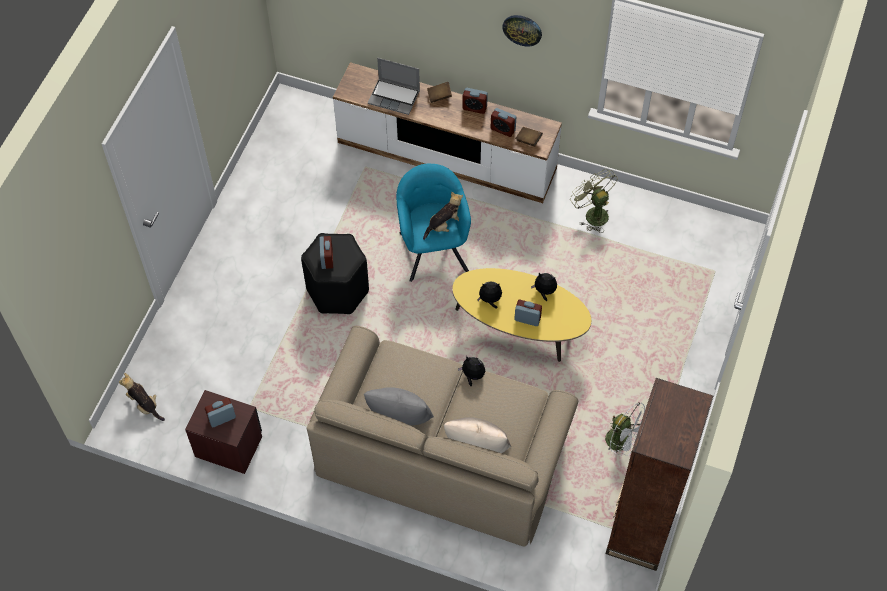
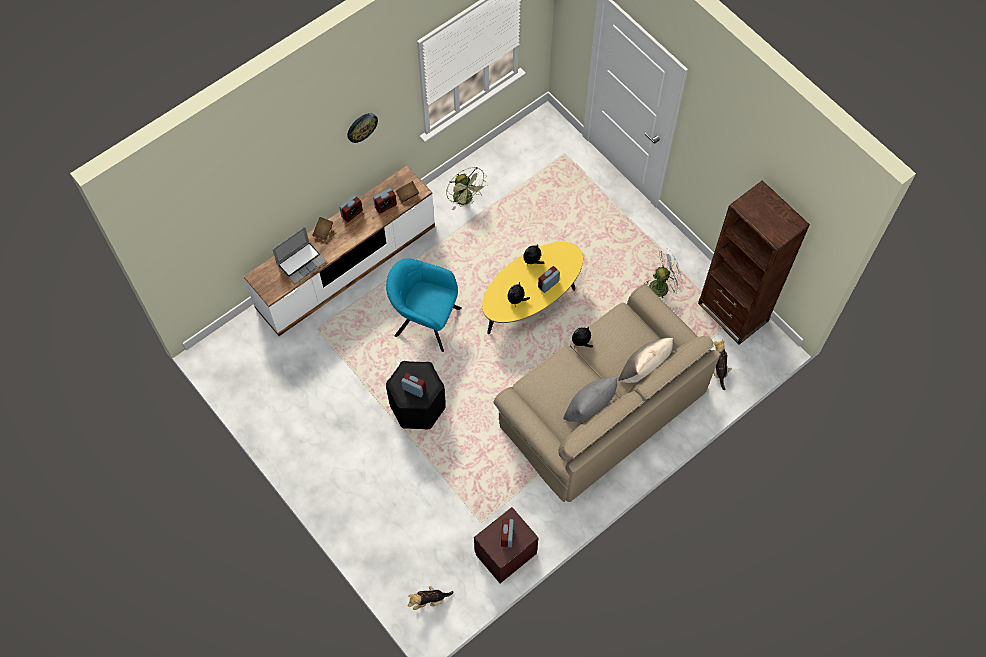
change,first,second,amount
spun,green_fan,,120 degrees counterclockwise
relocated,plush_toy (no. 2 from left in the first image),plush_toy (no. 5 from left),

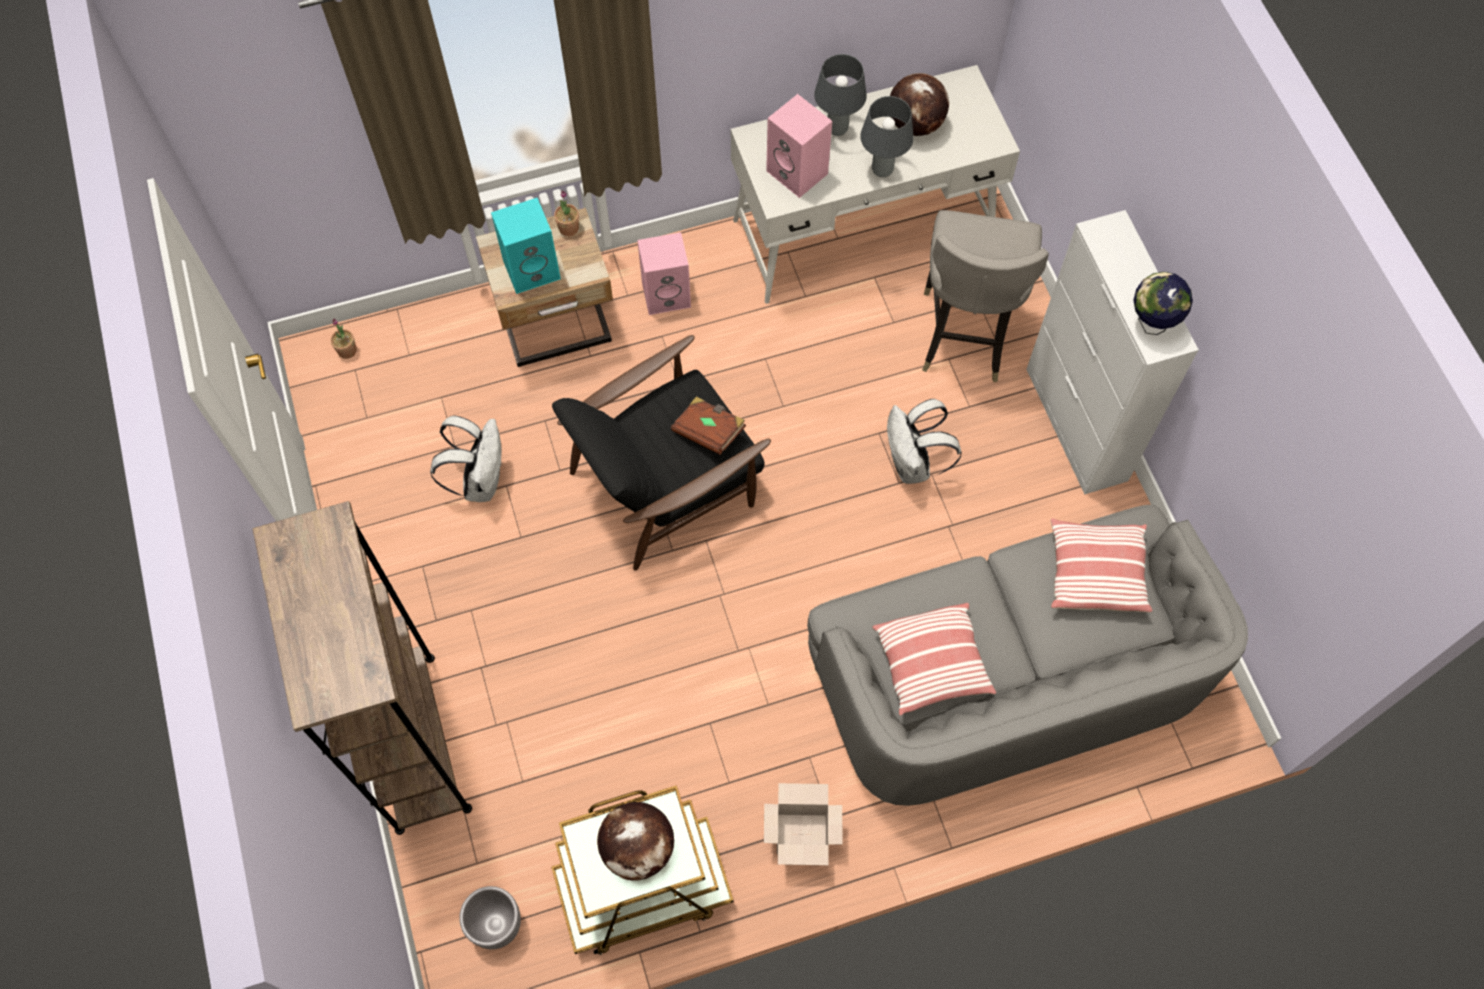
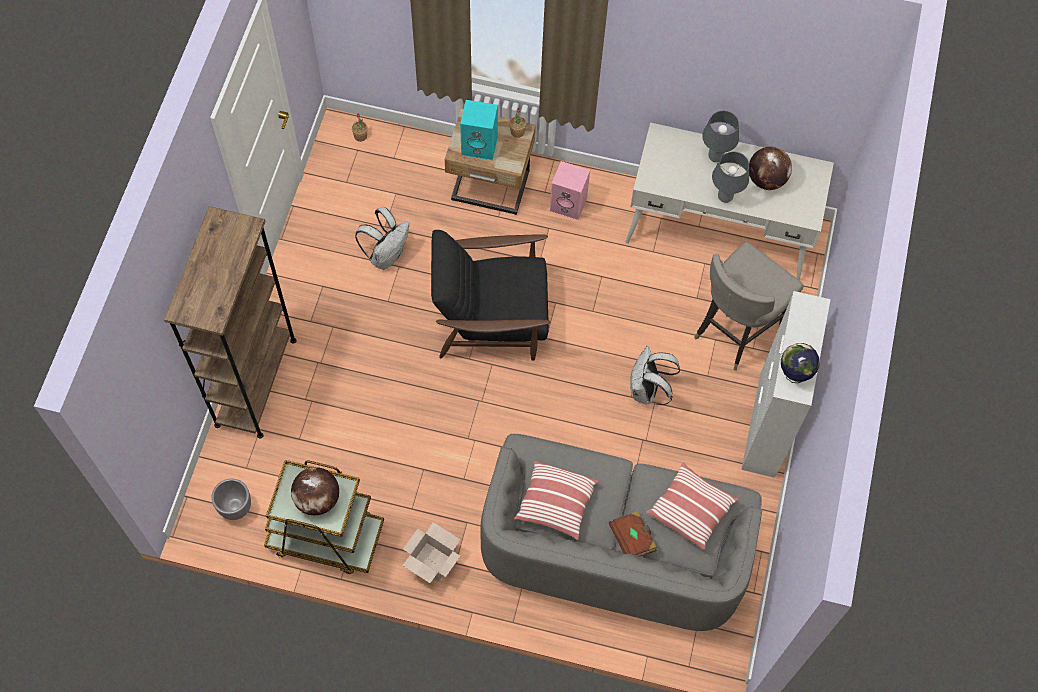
change,first,second,amount
missing,pink_speaker (no. 2 from left),,
relocated,brown_book,,

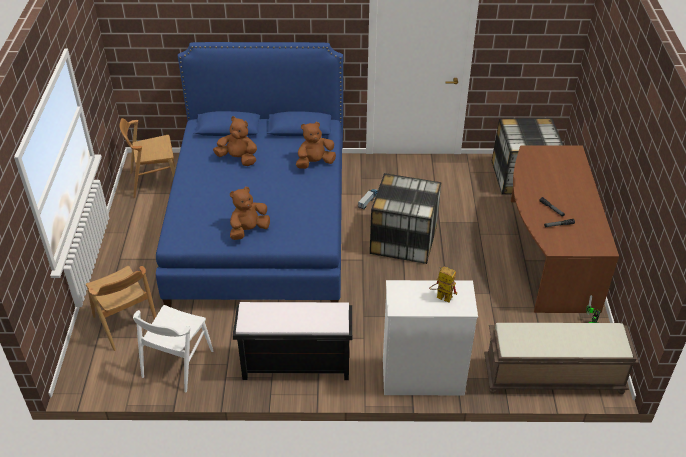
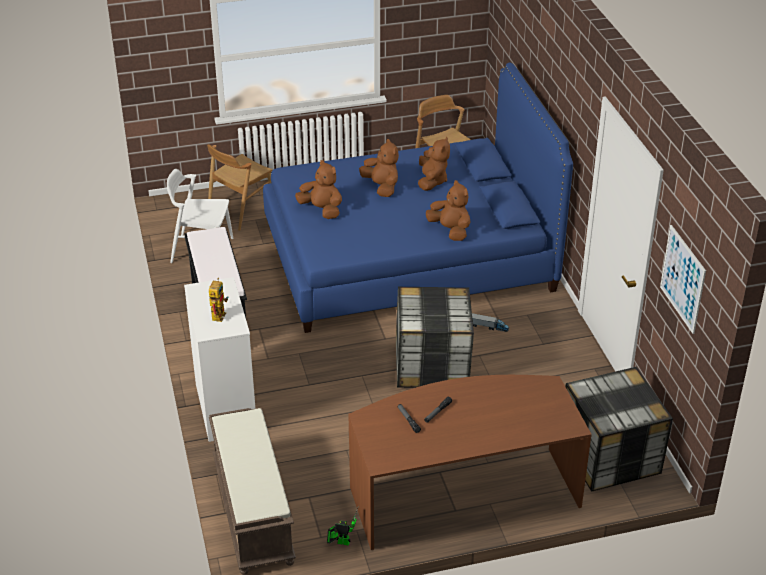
change,first,second,amount
appeared,,brown_plush_toy (no. 2 from left),
appeared,,picture,

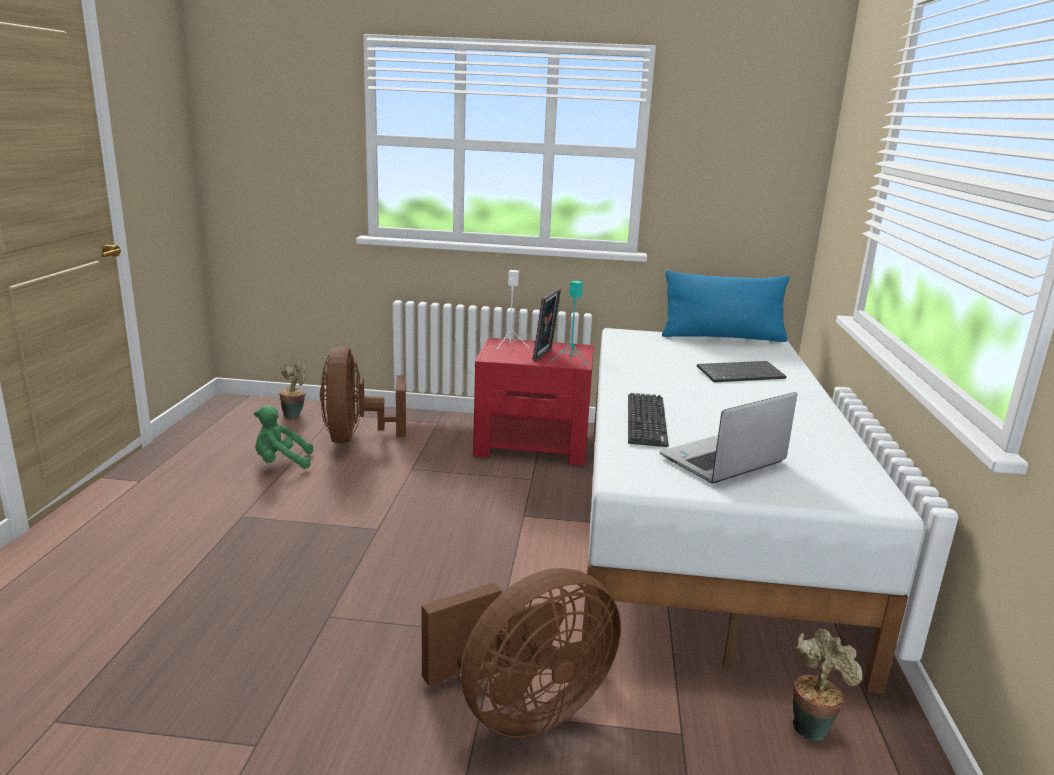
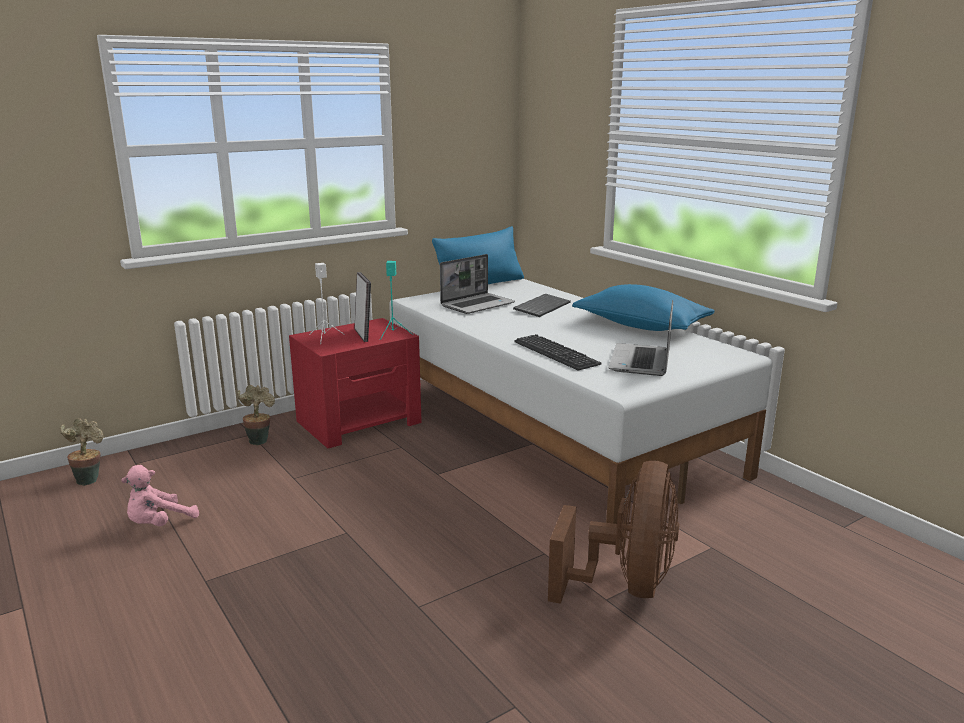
change,first,second,amount
missing,brown_fan (no. 1 from left),,
colour,green_plush_toy,pink_plush_toy,
relocated,potted_plant (no. 2 from left),,
appeared,,laptop (no. 1 from left),
appeared,,blue_pillow (no. 2 from left),

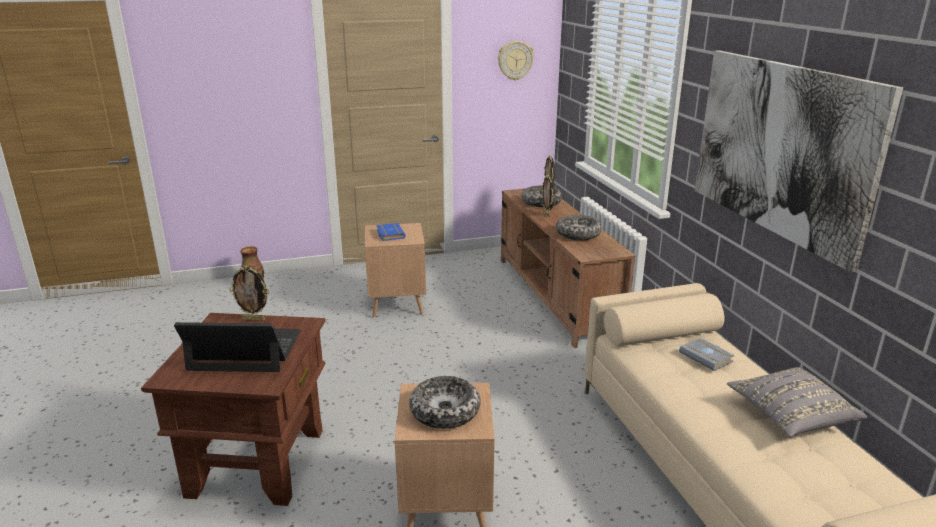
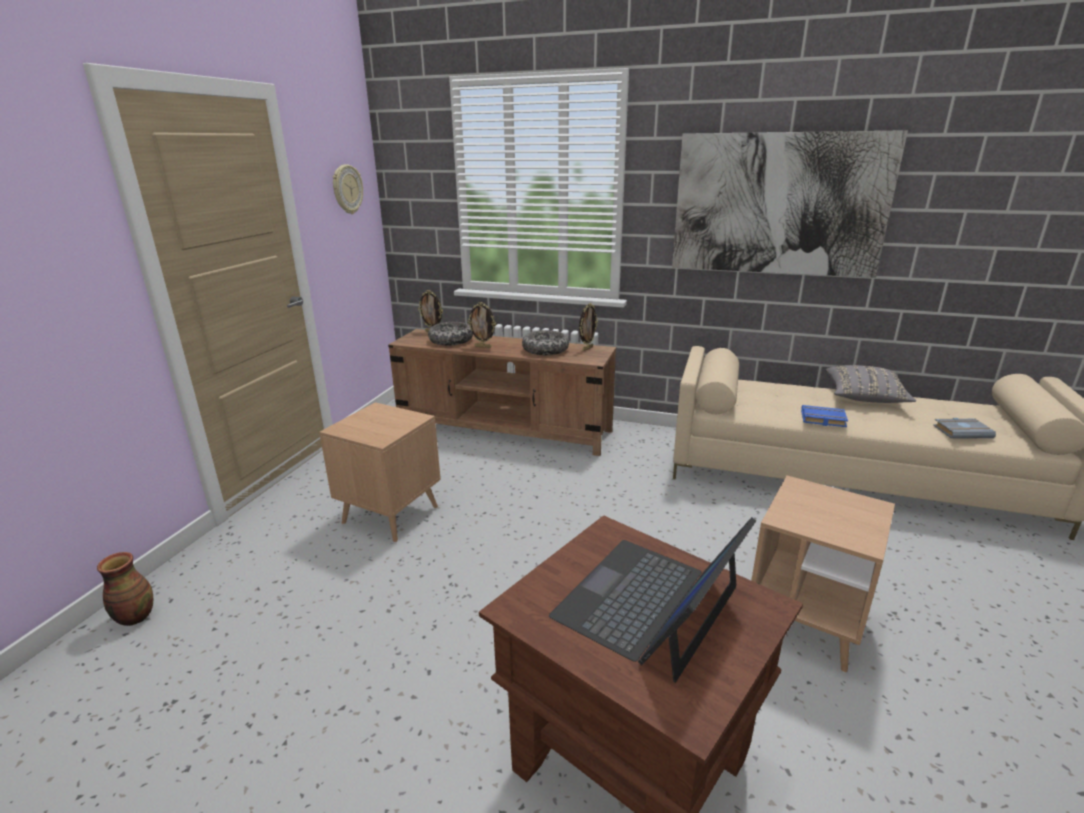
change,first,second,amount
relocated,blue_book,,
relocated,picture_frame (no. 1 from left in the first image),picture_frame (no. 3 from left),
relocated,grey_book,,
missing,bowl (no. 1 from left),,

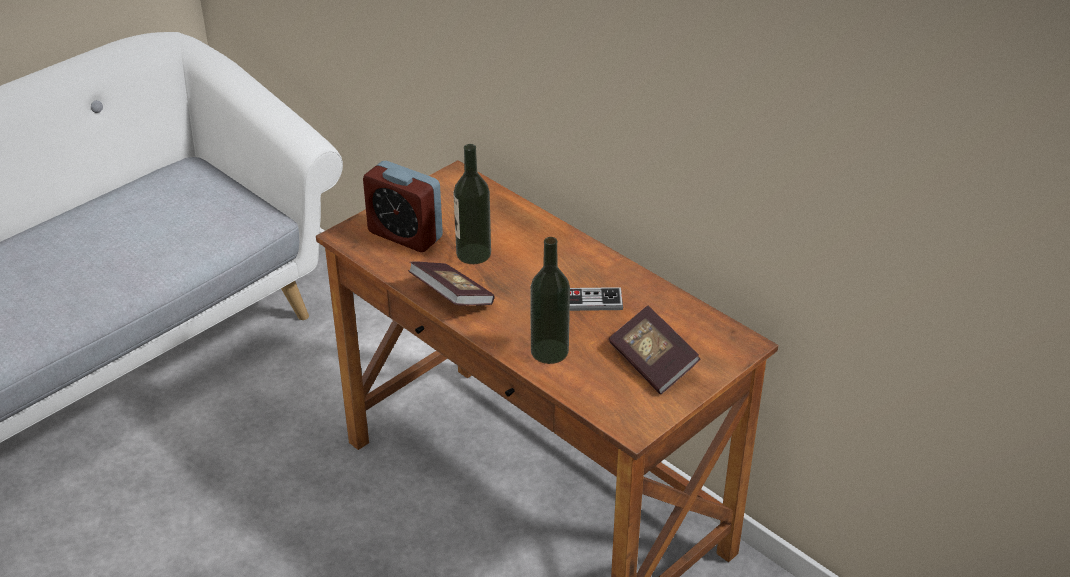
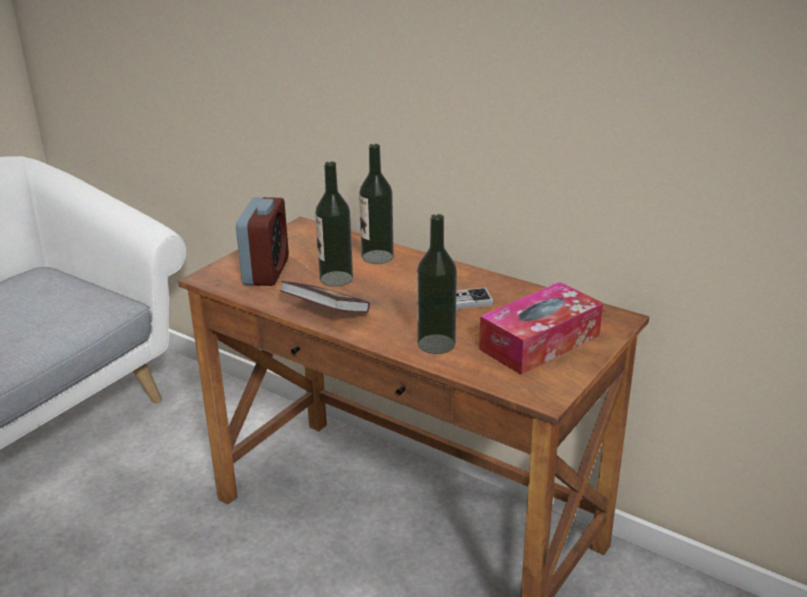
change,first,second,amount
spun,alarm_clock,,105 degrees counterclockwise
exchanged,book (no. 2 from left),tissue_box,
appeared,,bottle (no. 2 from left),

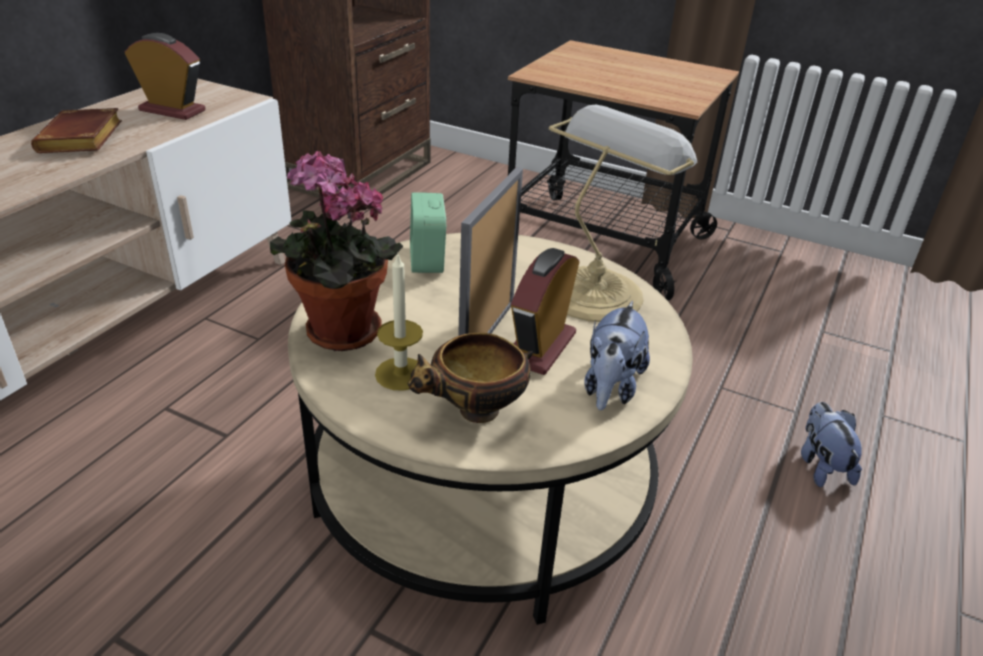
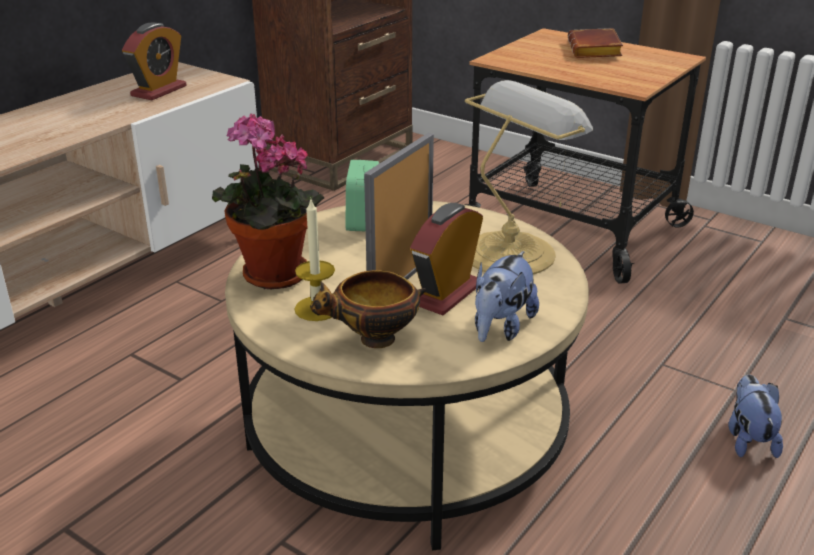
change,first,second,amount
spun,alarm_clock (no. 1 from left),,90 degrees clockwise
relocated,brown_book,,

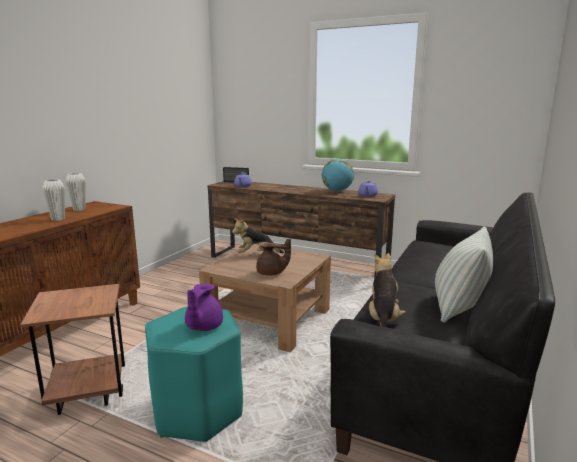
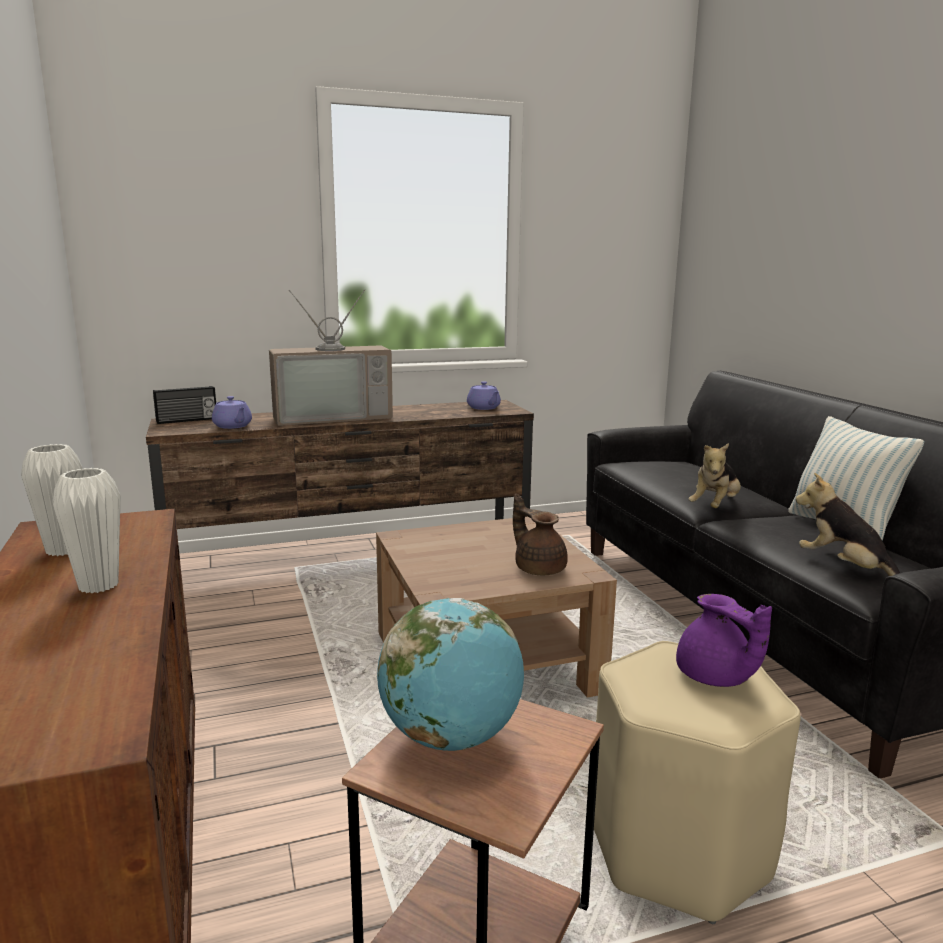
change,first,second,amount
relocated,globe,,
relocated,plush_toy (no. 1 from left),,
spun,brown_teapot,,90 degrees counterclockwise
colour,turquoise_stool,beige_stool,
appeared,,television,

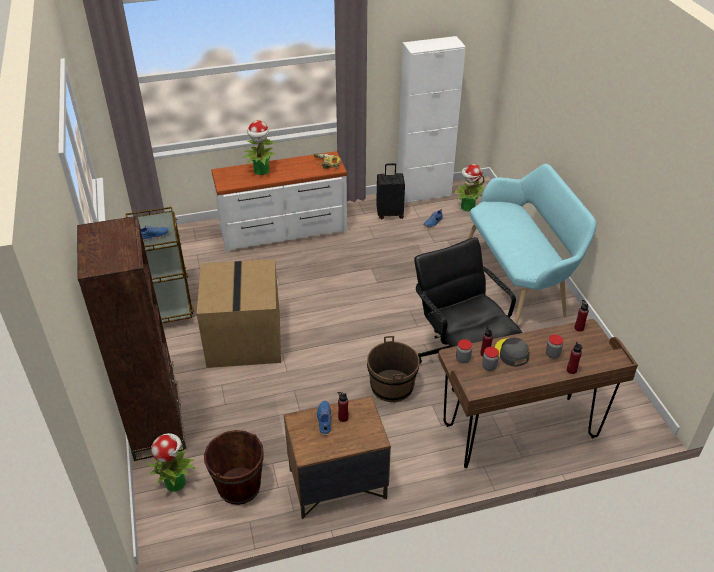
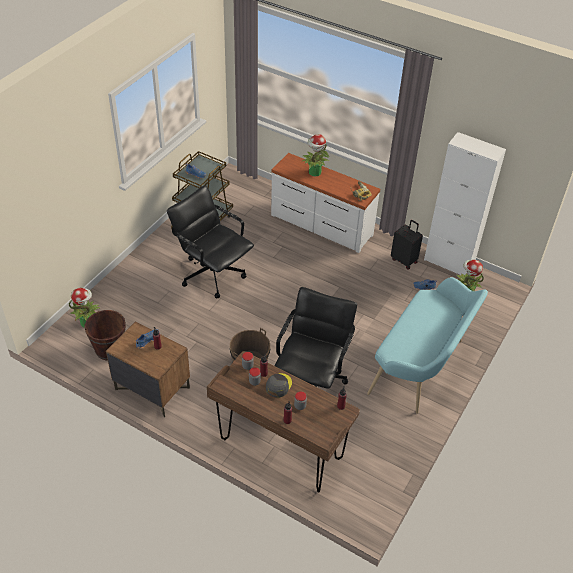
change,first,second,amount
missing,brown_bookcase,,
exchanged,cardboard_box,black_office_chair (no. 1 from left),

